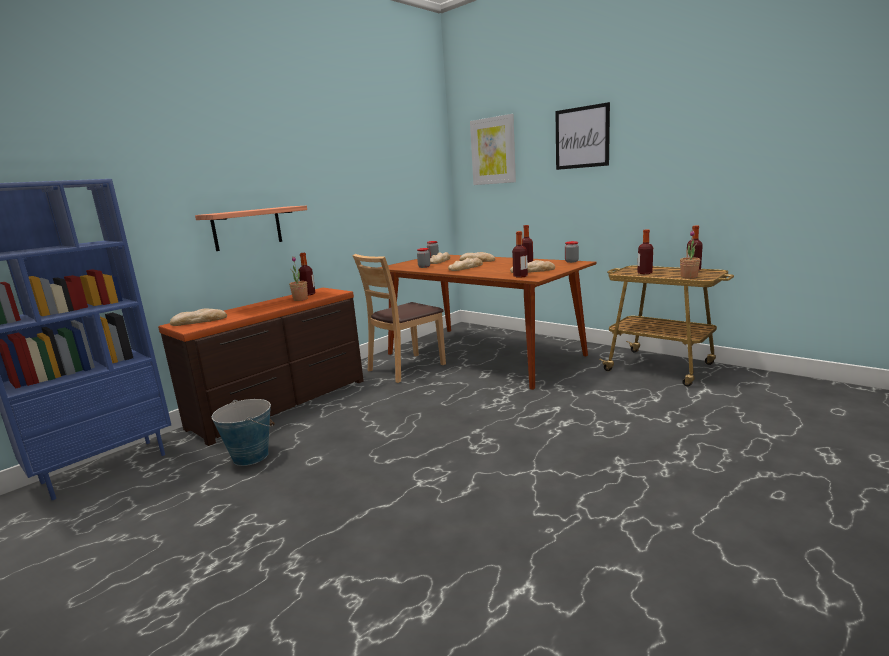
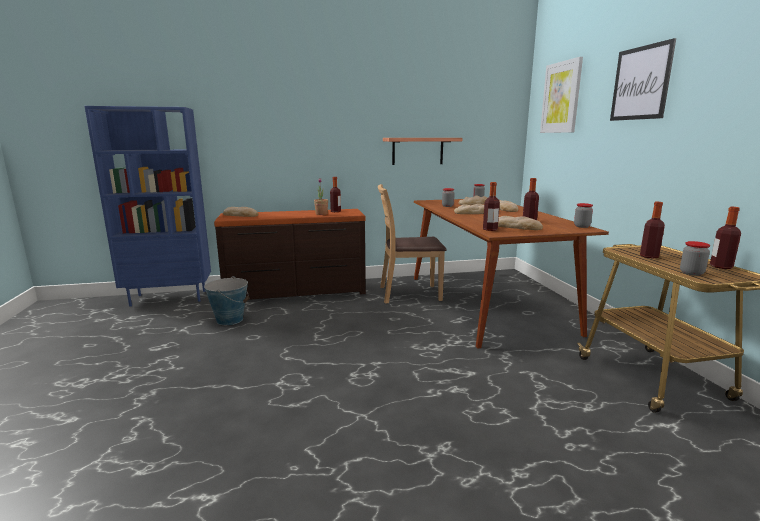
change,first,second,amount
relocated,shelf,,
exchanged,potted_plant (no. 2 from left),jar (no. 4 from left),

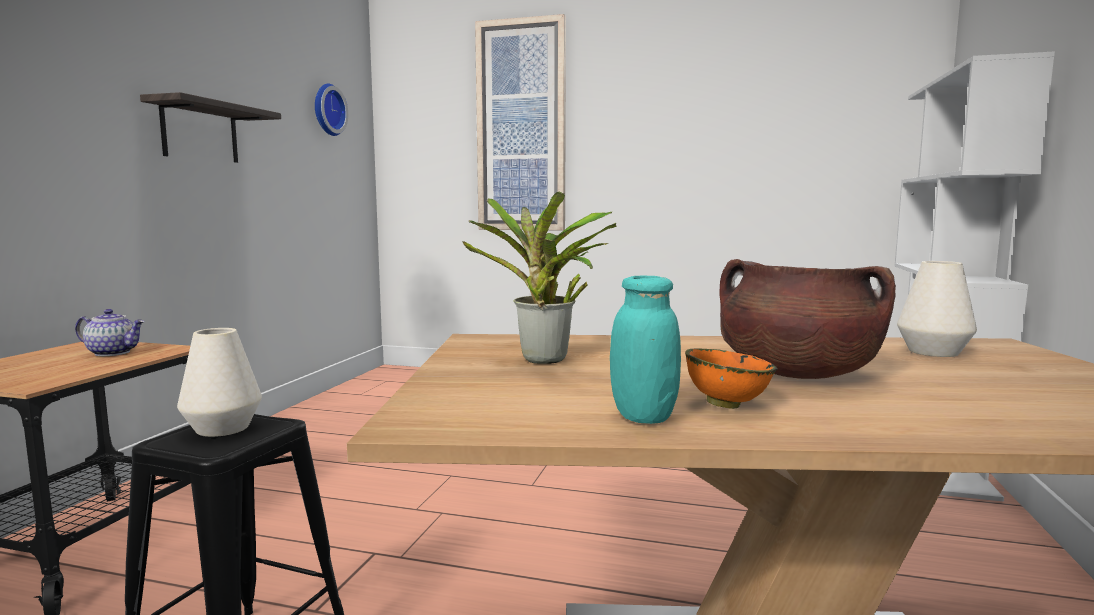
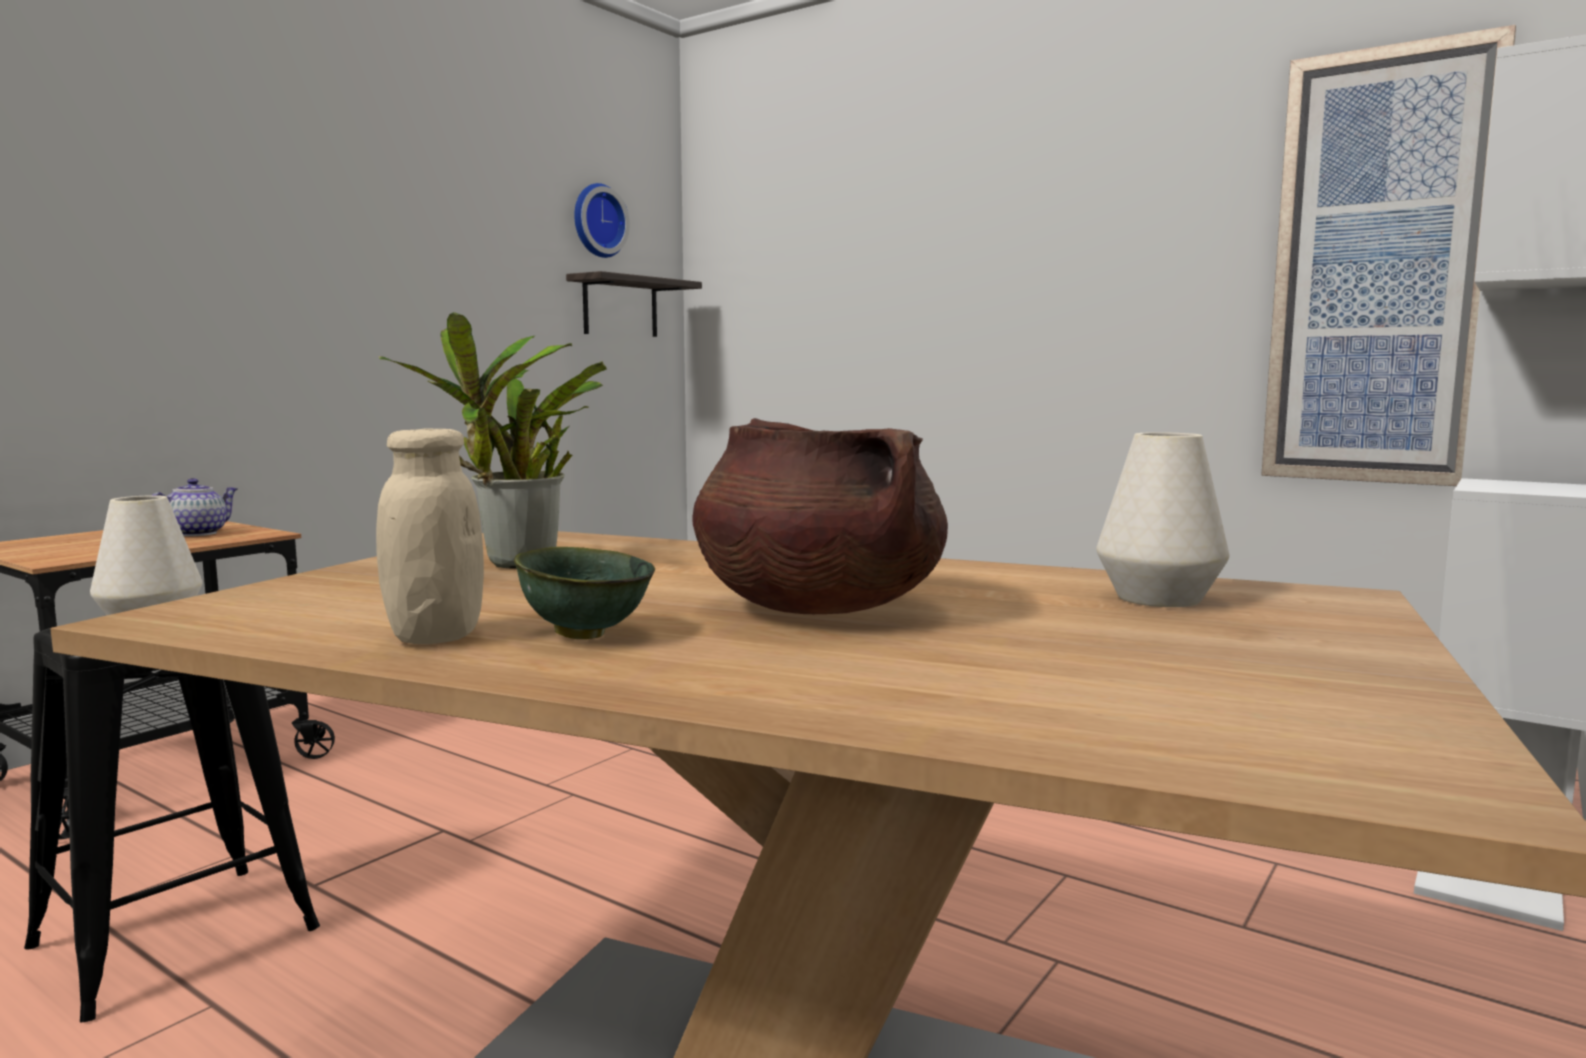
change,first,second,amount
relocated,picture,,
relocated,shelf,,
colour,turquoise_jar,beige_jar,
spun,teapot,,90 degrees counterclockwise
colour,orange_bowl,green_bowl,

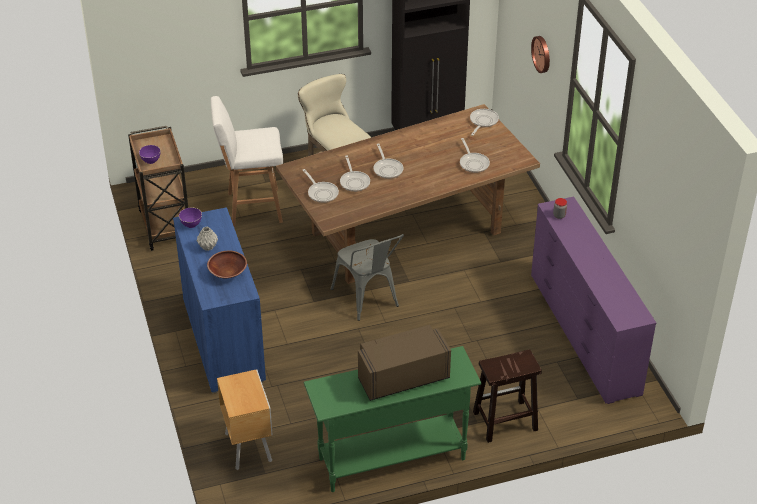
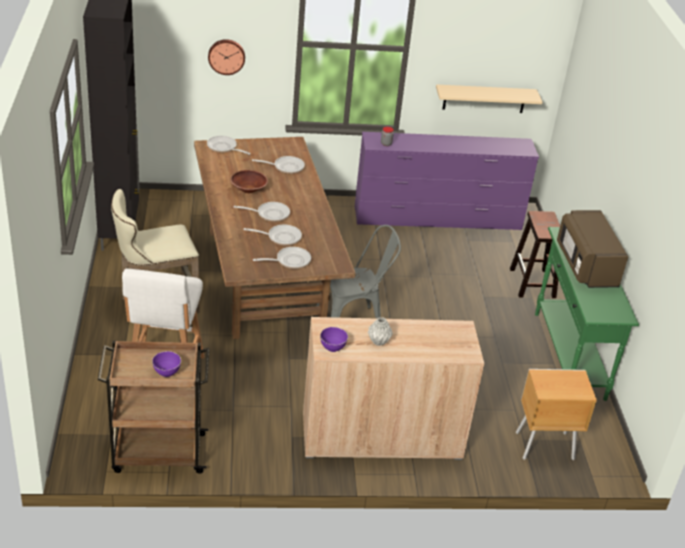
change,first,second,amount
colour,blue_cabinet,beige_cabinet,
relocated,brown_bowl,,
appeared,,beige_shelf,

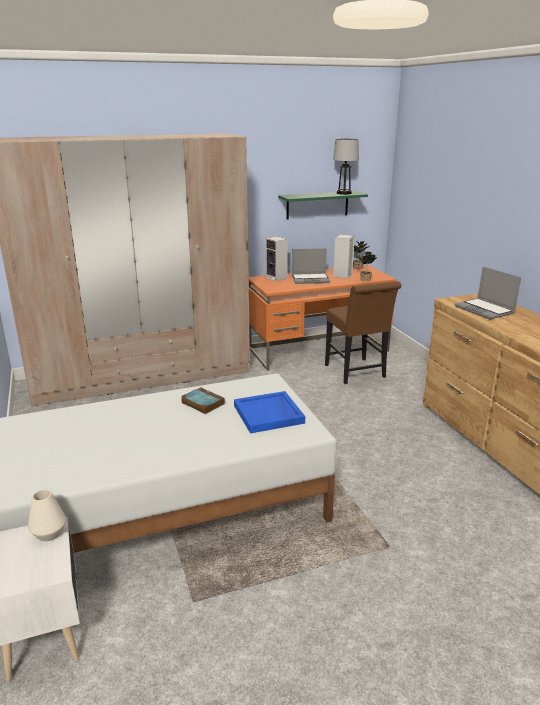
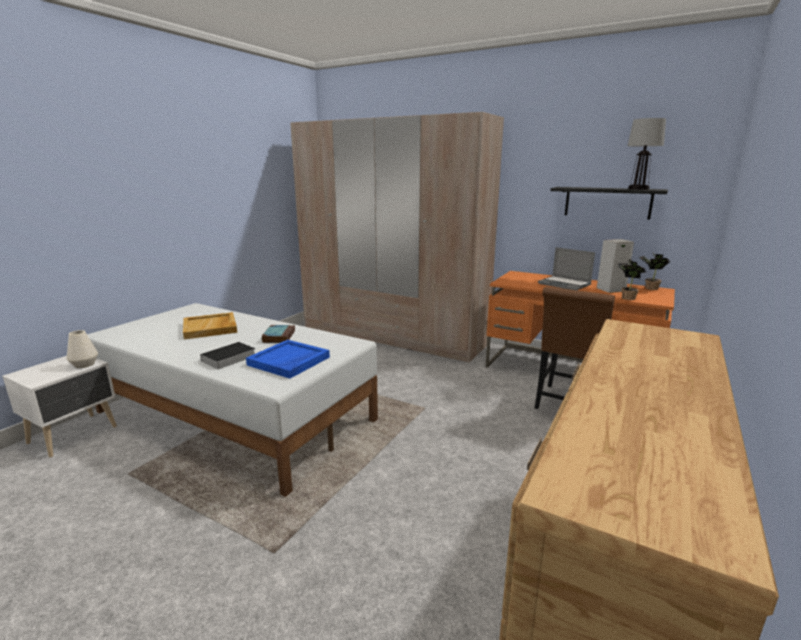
change,first,second,amount
colour,green_shelf,black_shelf,
missing,speaker (no. 1 from left),,
missing,laptop (no. 2 from left),,
appeared,,beige_tray,
appeared,,book (no. 1 from left),

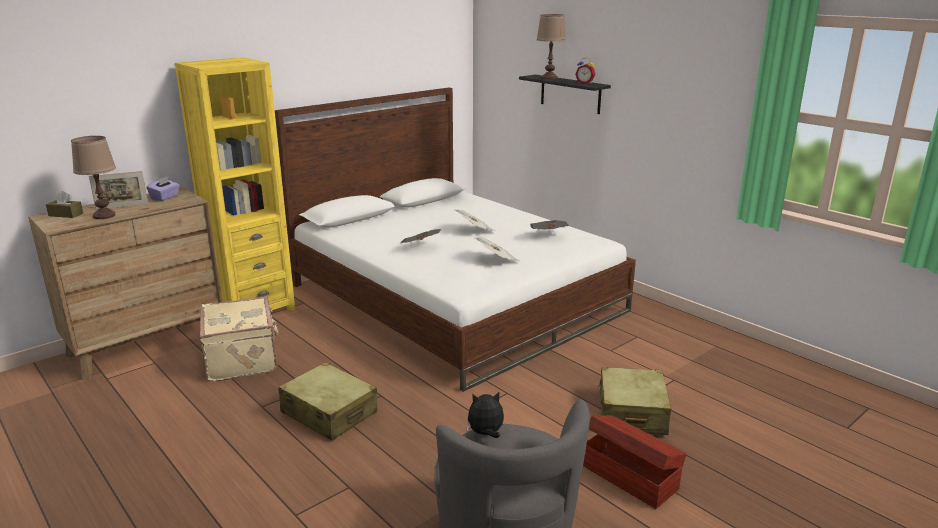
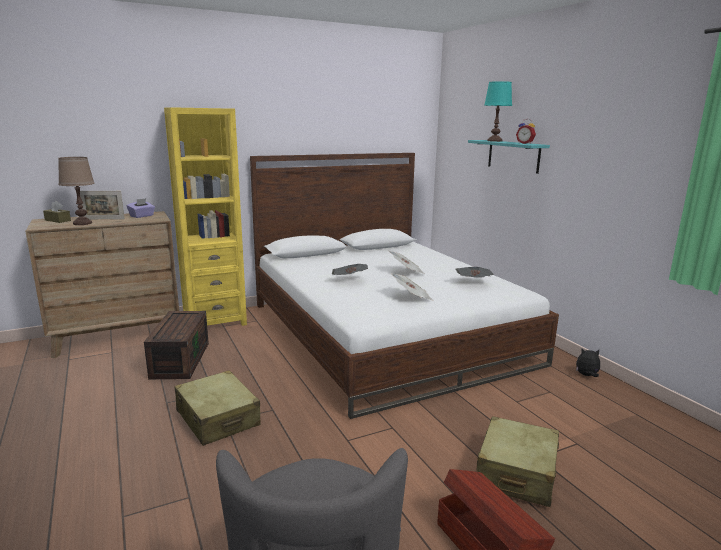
change,first,second,amount
colour,brown_table_lamp (no. 2 from left),turquoise_table_lamp,
colour,black_shelf,turquoise_shelf,
exchanged,beige_suitcase (no. 1 from left),brown_storage_box (no. 1 from left),
relocated,plush_toy,,

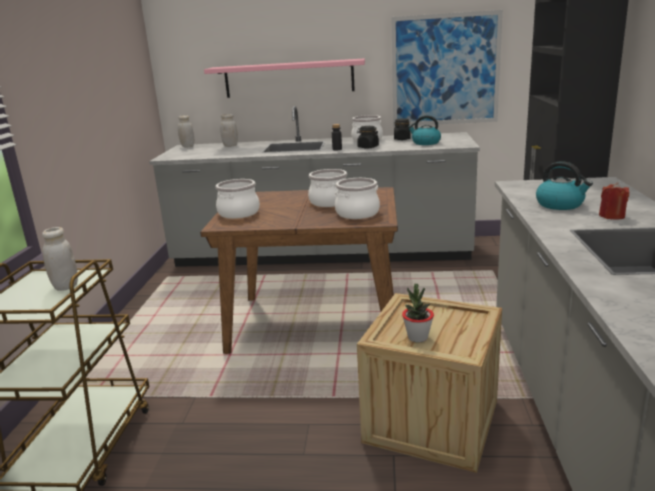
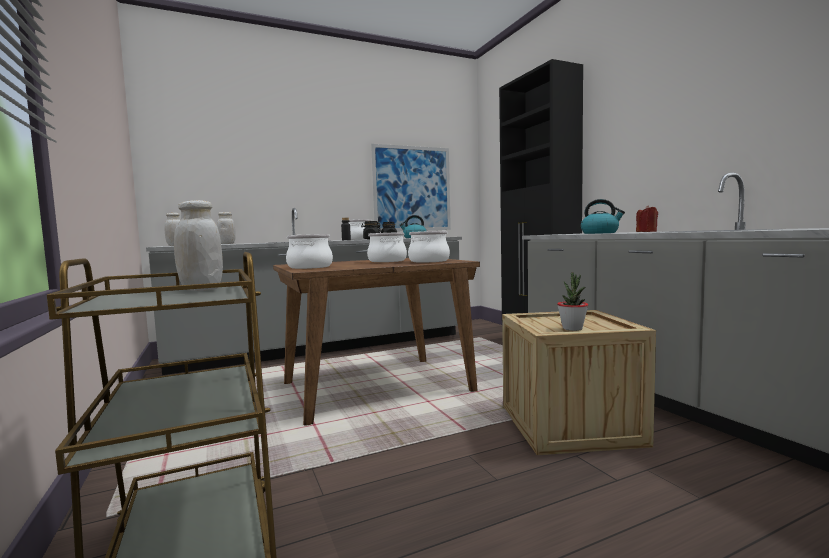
change,first,second,amount
missing,pink_shelf,,

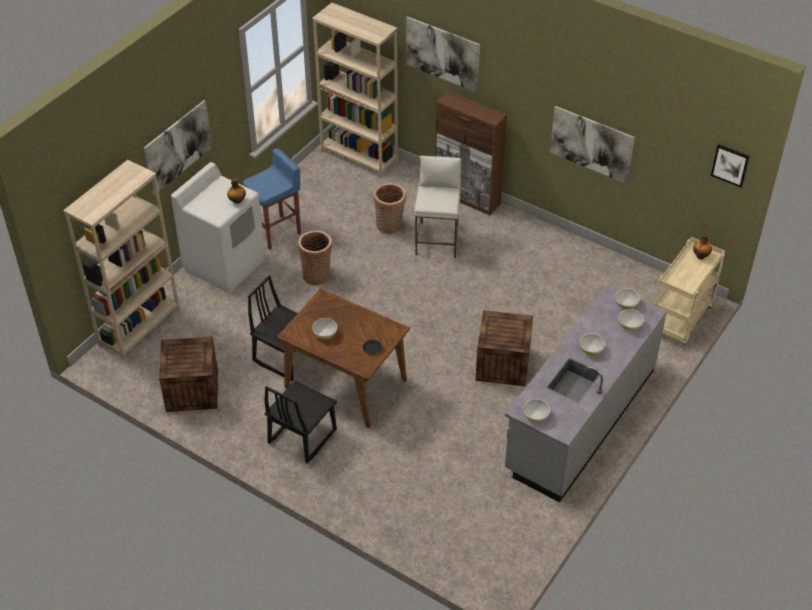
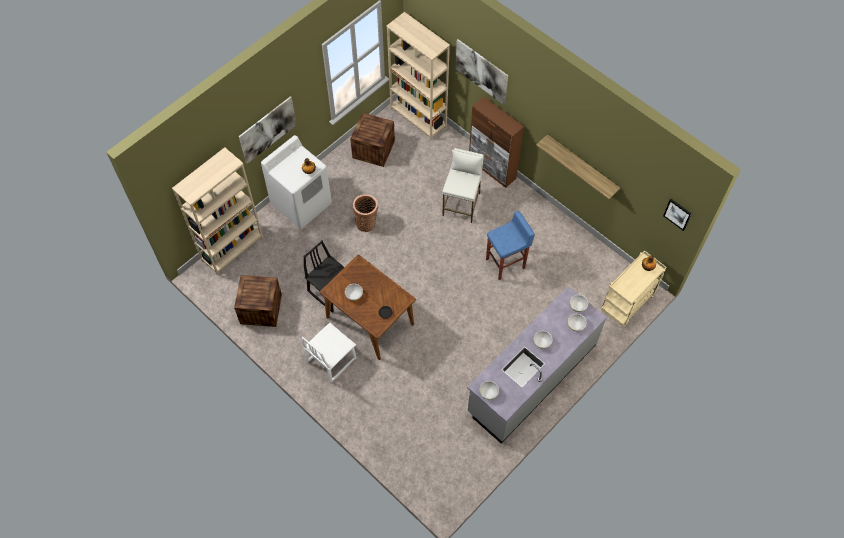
change,first,second,amount
exchanged,picture (no. 3 from left),shelf,
relocated,blue_stool,,
missing,basket (no. 2 from left),,
relocated,crate (no. 2 from left),,
colour,black_chair (no. 2 from left),white_chair,

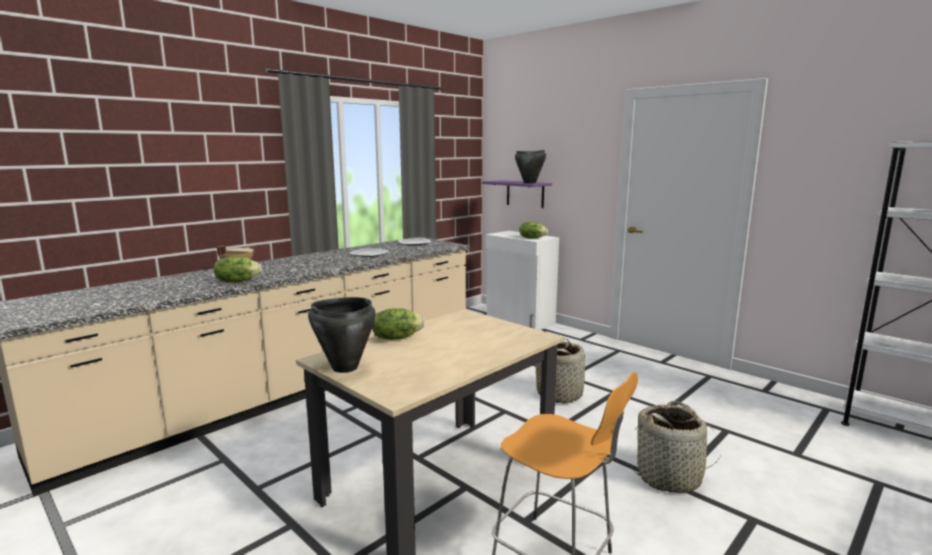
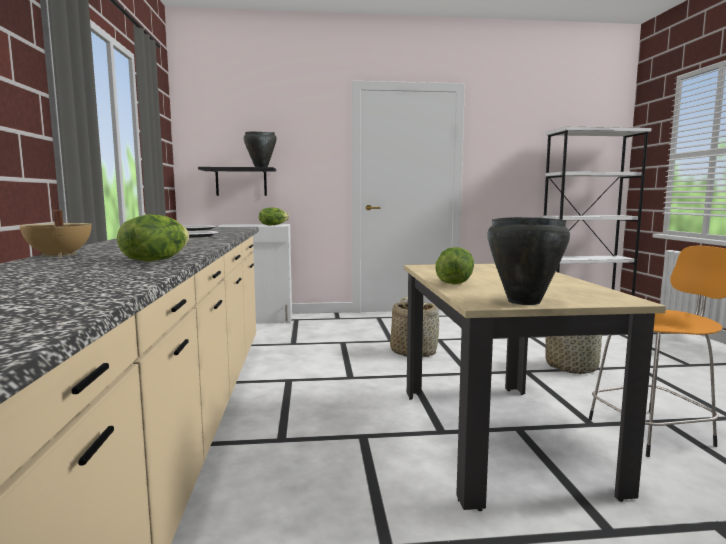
change,first,second,amount
colour,purple_shelf,black_shelf,

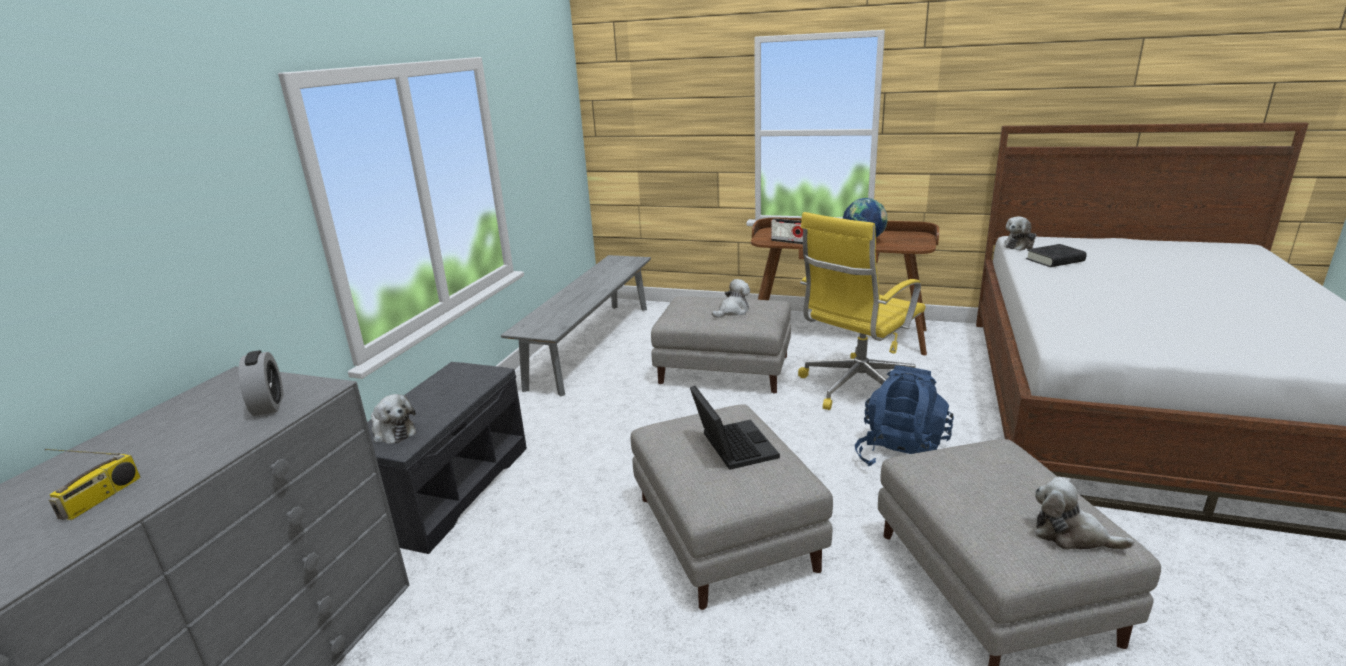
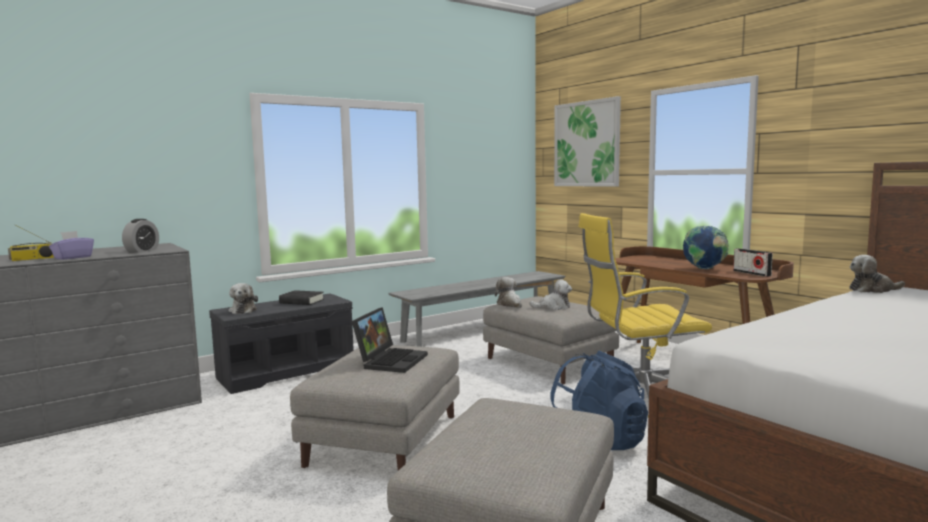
change,first,second,amount
relocated,radio (no. 2 from left),,
relocated,black_book,,
relocated,plush_toy (no. 4 from left in the first image),plush_toy (no. 2 from left),
appeared,,picture,
appeared,,purple_tissue_box,

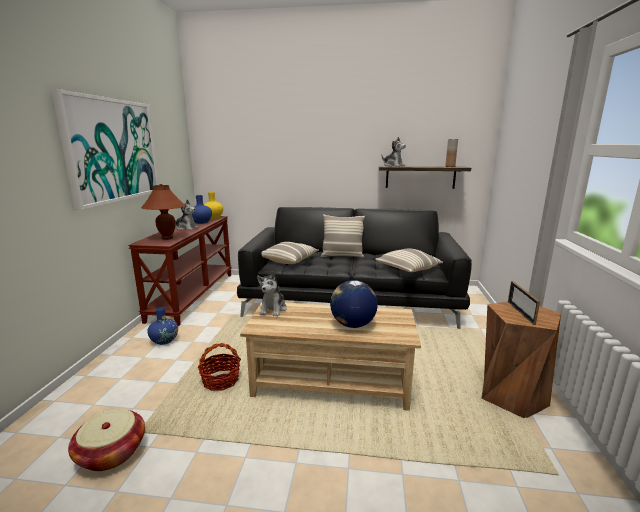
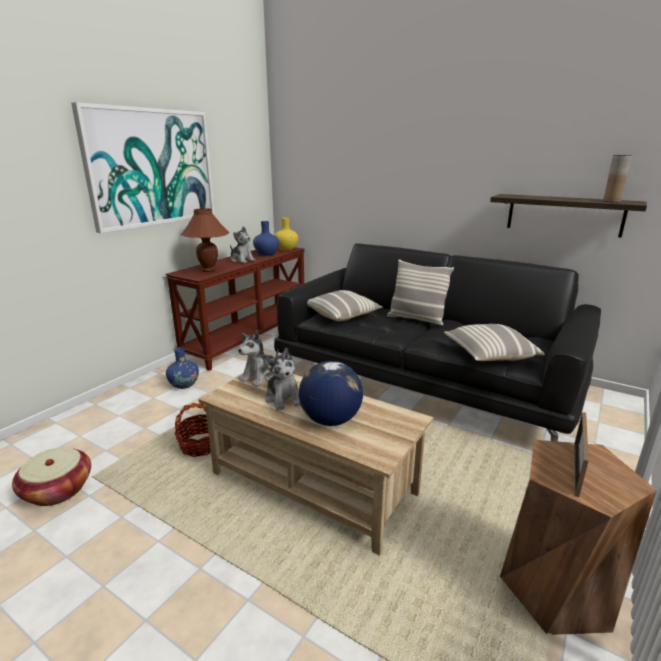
change,first,second,amount
relocated,plush_toy (no. 3 from left),,

